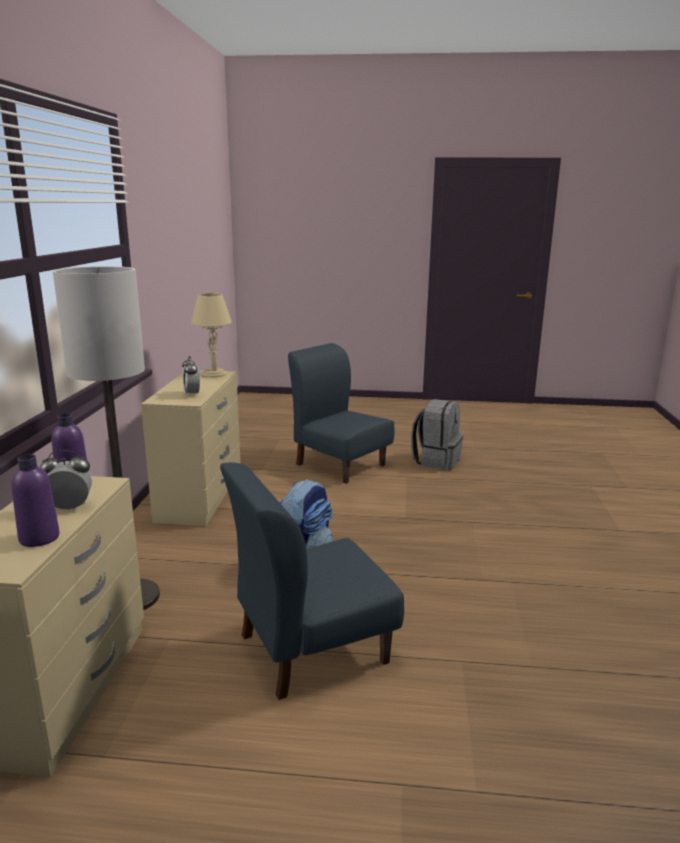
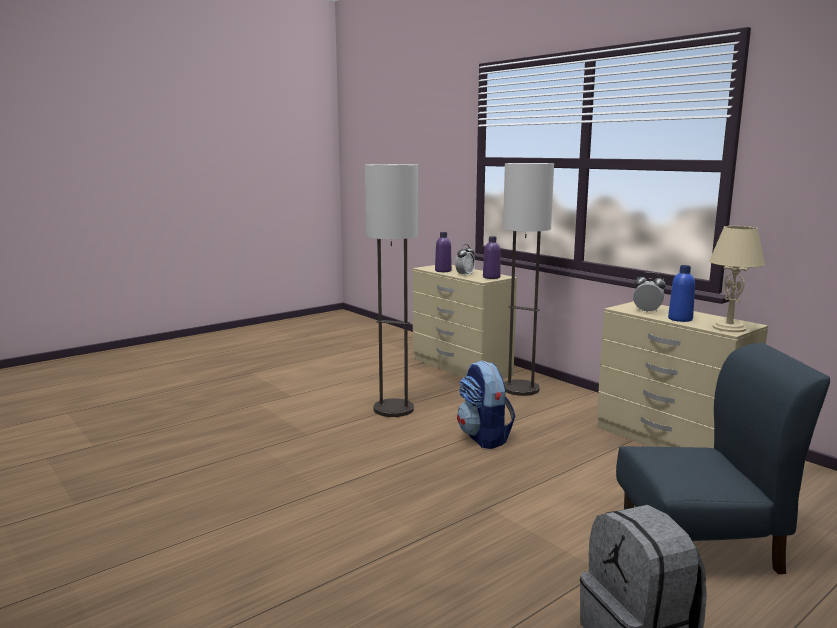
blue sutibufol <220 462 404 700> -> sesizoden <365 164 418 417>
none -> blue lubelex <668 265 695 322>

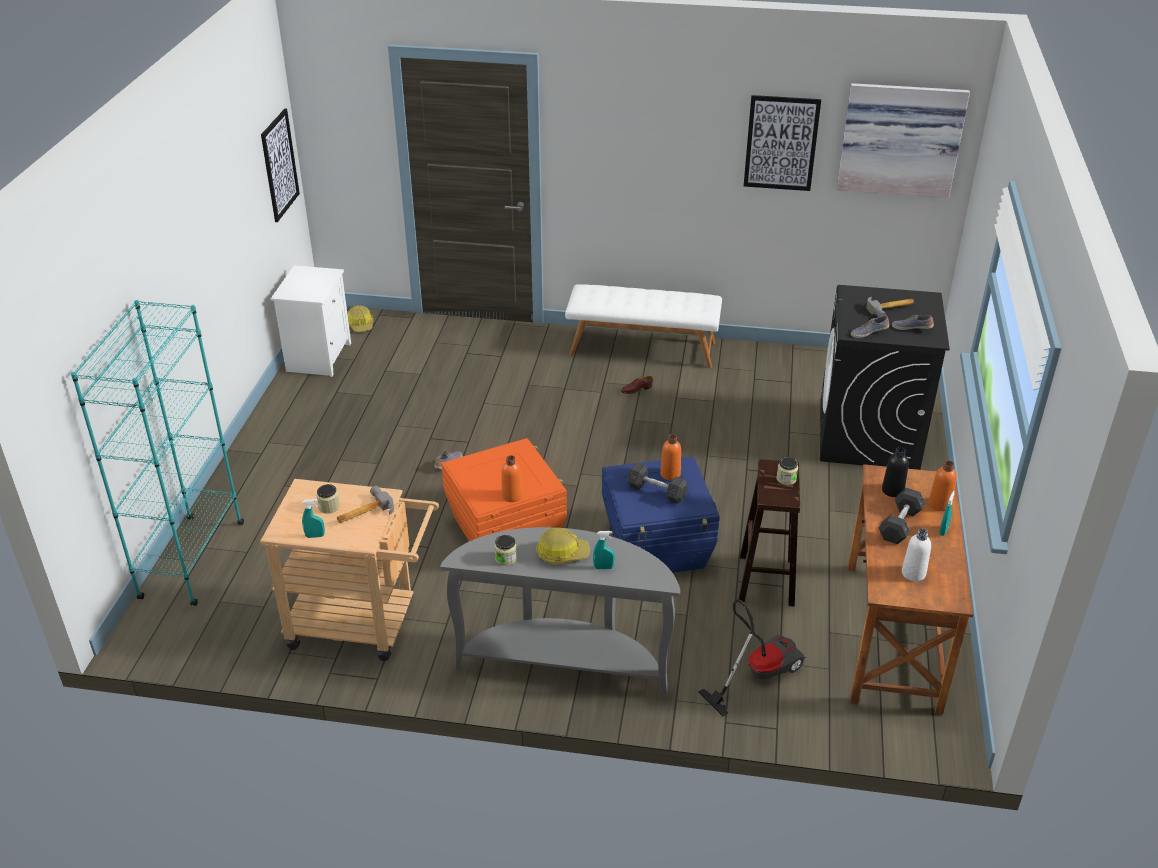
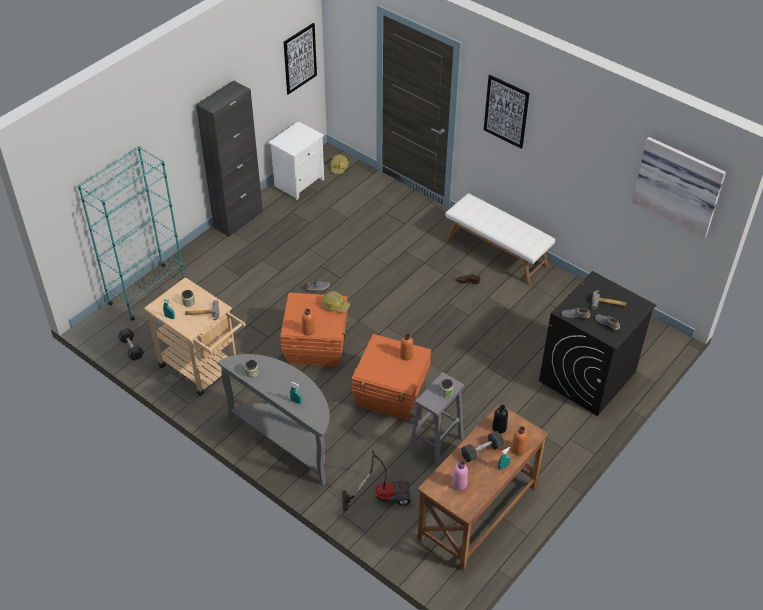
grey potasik <627 463 688 504> -> grey potasik <118 328 144 361>, moved
none -> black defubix <196 80 263 237>
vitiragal <536 528 590 564> -> vitiragal <322 291 350 313>, moved
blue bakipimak <602 456 720 573> -> orange bakipimak <352 334 431 420>
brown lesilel <739 459 800 606> -> grey lesilel <409 372 464 467>
white lubelex <902 528 931 581> -> pink lubelex <452 461 468 490>
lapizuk <744 95 821 191> -> lapizuk <484 75 530 149>, moved

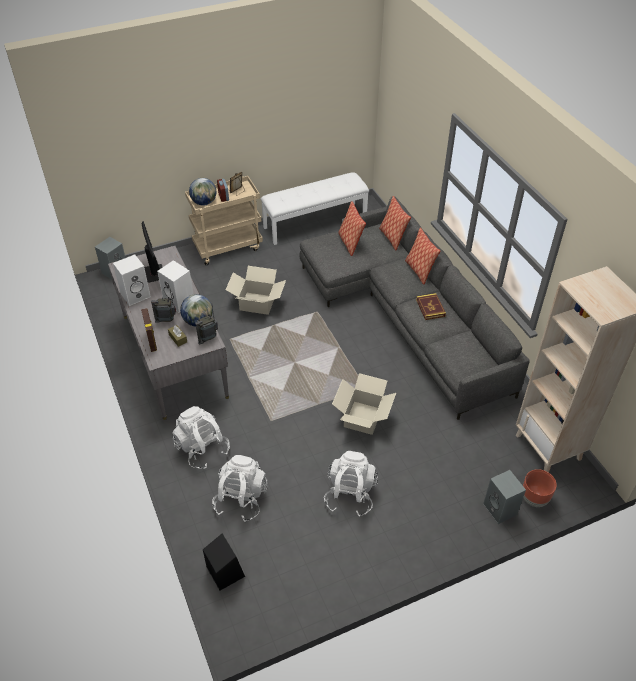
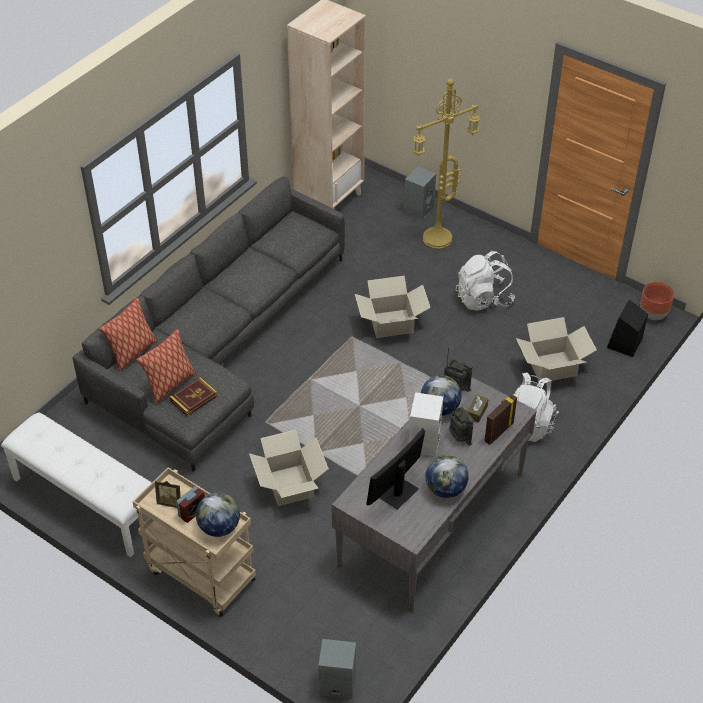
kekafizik <416 293 446 320> -> kekafizik <170 377 218 416>, moved
none -> yellow sesizoden <413 78 480 249>
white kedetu <113 255 151 306> -> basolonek <425 455 469 498>
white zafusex <212 455 268 522> -> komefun <516 317 597 381>
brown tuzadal <523 469 557 507> -> brown tuzadal <640 282 674 320>, moved
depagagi <405 228 441 285> -> none

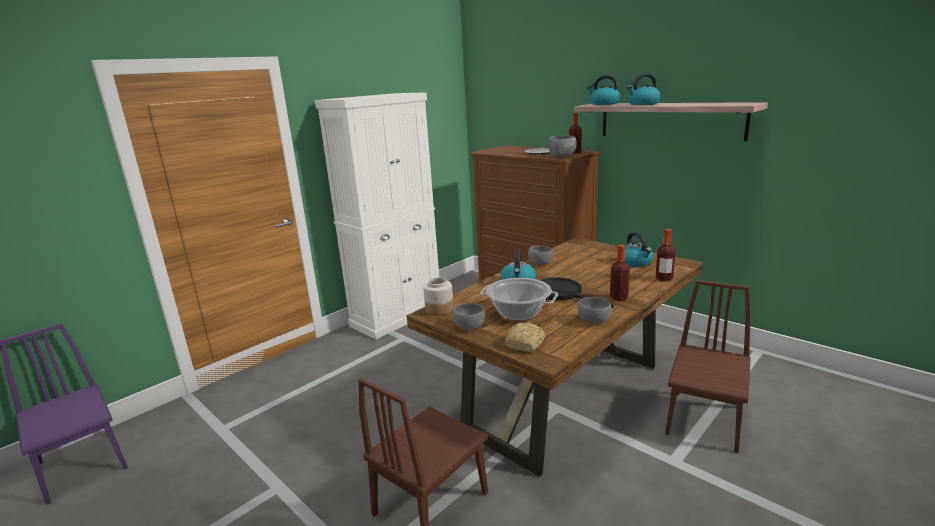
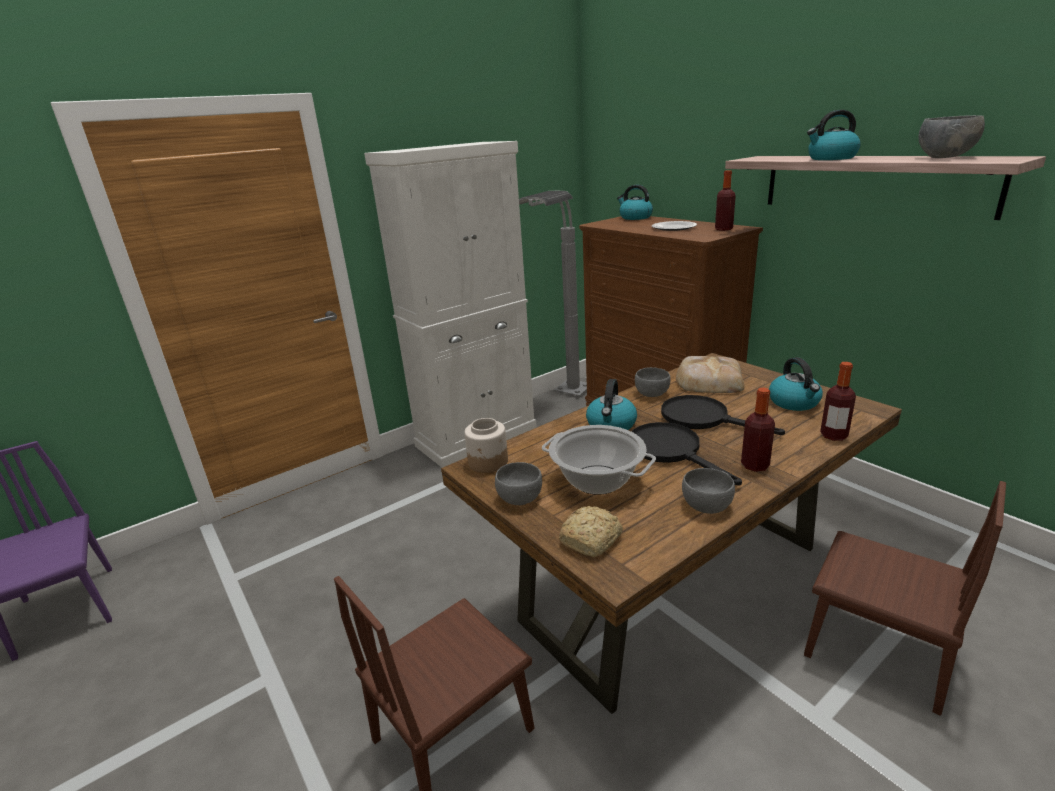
none -> grey sesizoden <519 191 587 396>
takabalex <587 75 620 105> -> takabalex <617 185 653 220>, moved
none -> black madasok <661 395 785 435>
none -> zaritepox <676 356 745 393>
brown sutibufol <665 280 751 453> -> brown sutibufol <804 481 1006 716>, 90 degrees clockwise
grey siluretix <548 136 577 158> -> grey siluretix <918 115 985 158>, moved

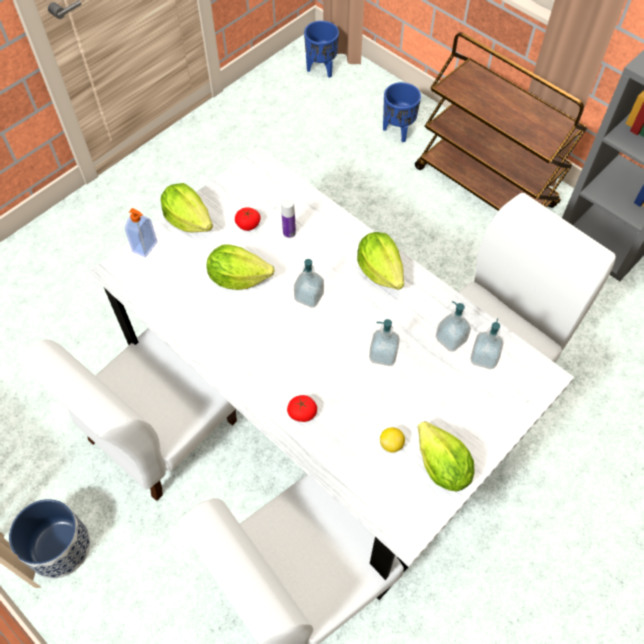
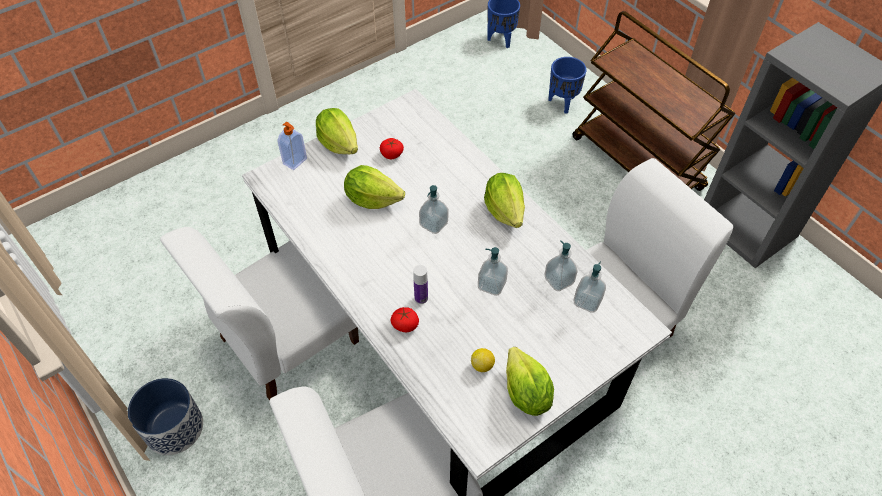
lubelex <281 198 296 238> -> lubelex <413 265 428 304>, moved

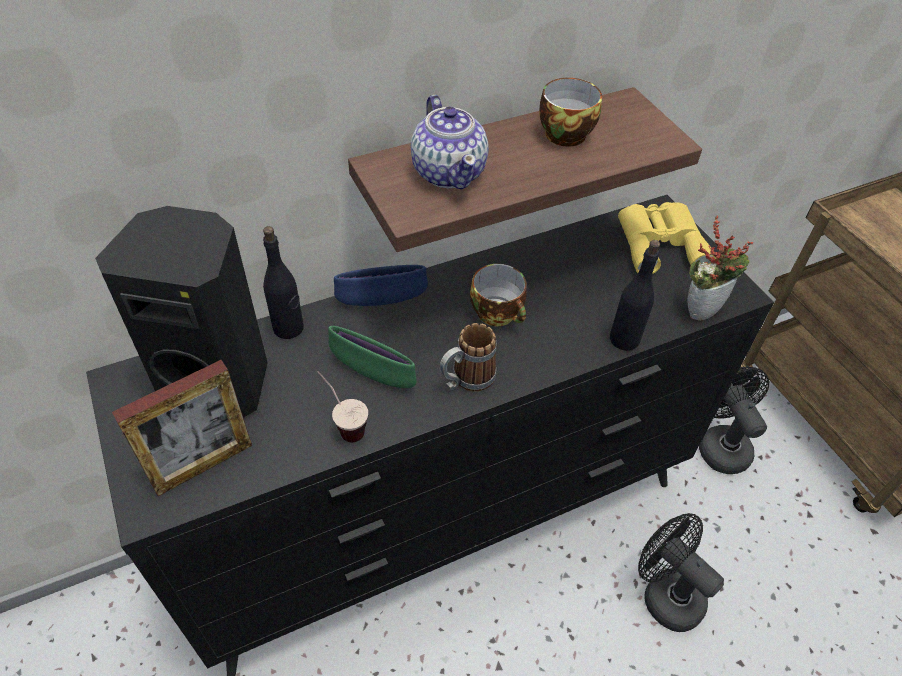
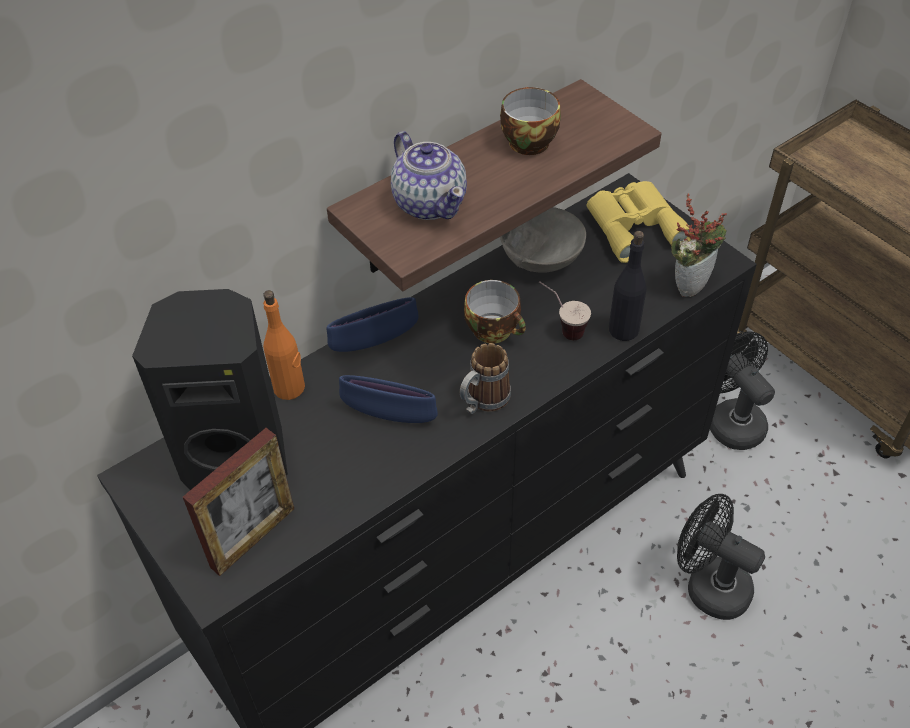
black lubelex <263 226 304 339> -> orange lubelex <263 290 305 400>
green siluretix <328 326 416 388> -> blue siluretix <339 375 438 423>
none -> grey siluretix <500 207 586 273>
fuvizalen <317 371 368 442> -> fuvizalen <539 281 591 340>, moved

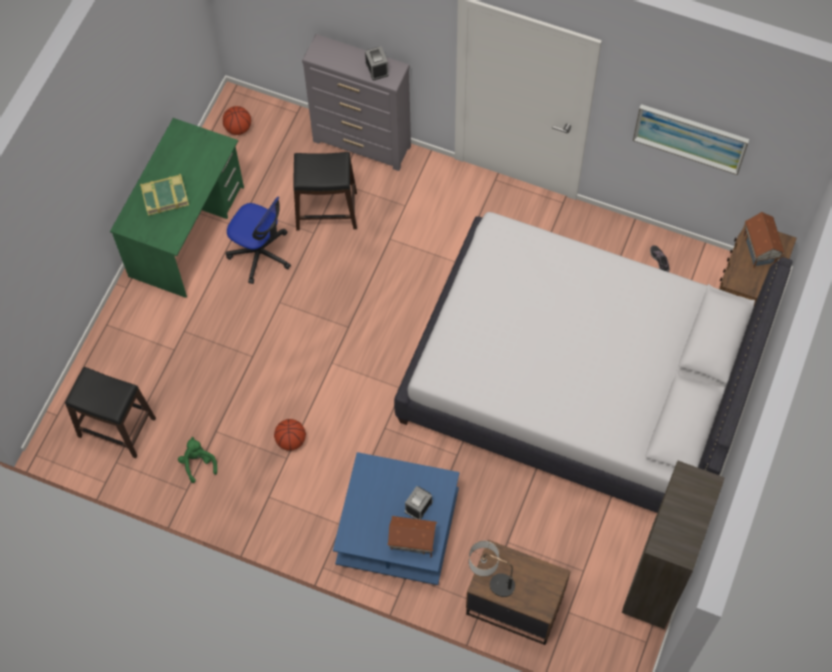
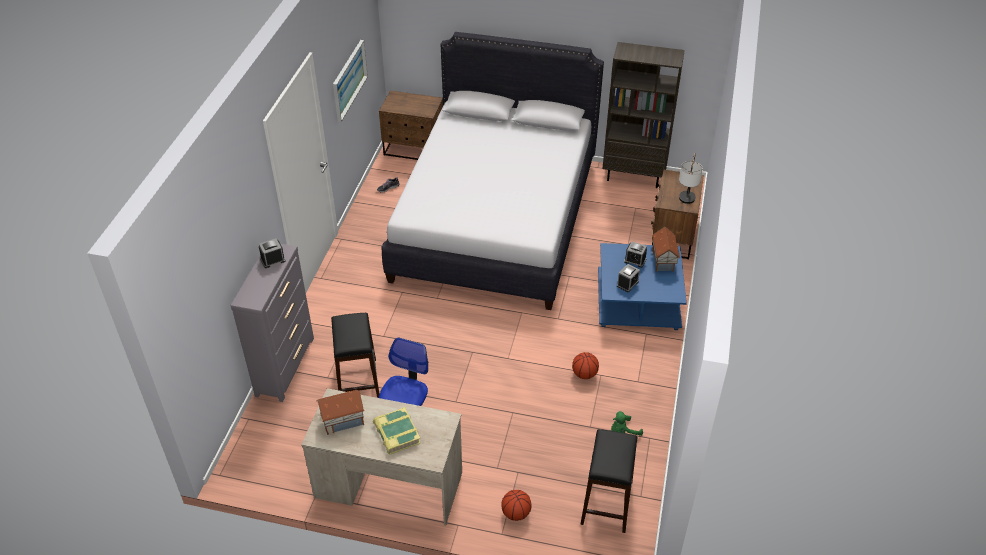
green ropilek <110 118 244 298> -> beige ropilek <301 388 462 525>
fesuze <744 212 785 268> -> fesuze <316 390 365 435>, moved
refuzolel <223 106 251 135> -> refuzolel <501 490 531 521>, moved
none -> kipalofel <617 264 640 292>

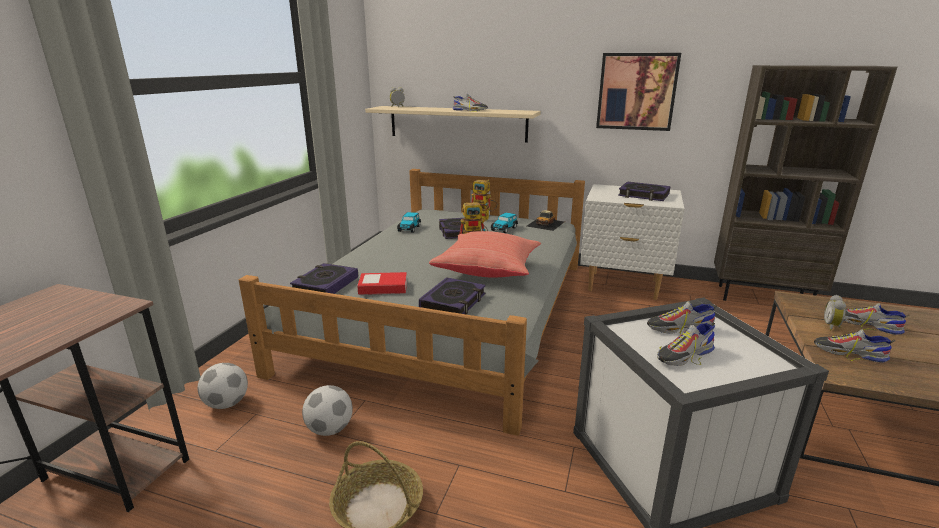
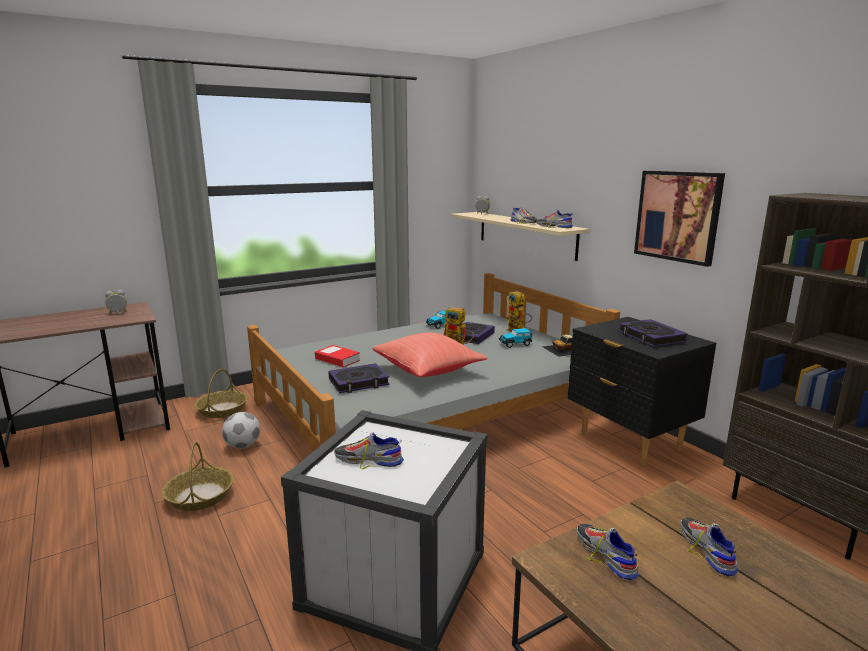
kipalofel <824 295 846 331> -> kipalofel <105 290 127 315>, moved
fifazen <198 363 248 409> -> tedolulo <195 369 248 418>
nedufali <647 301 718 334> -> nedufali <536 210 573 228>, moved
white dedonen <580 184 684 300> -> black dedonen <568 317 716 466>
kekafizik <290 263 358 294> -> none

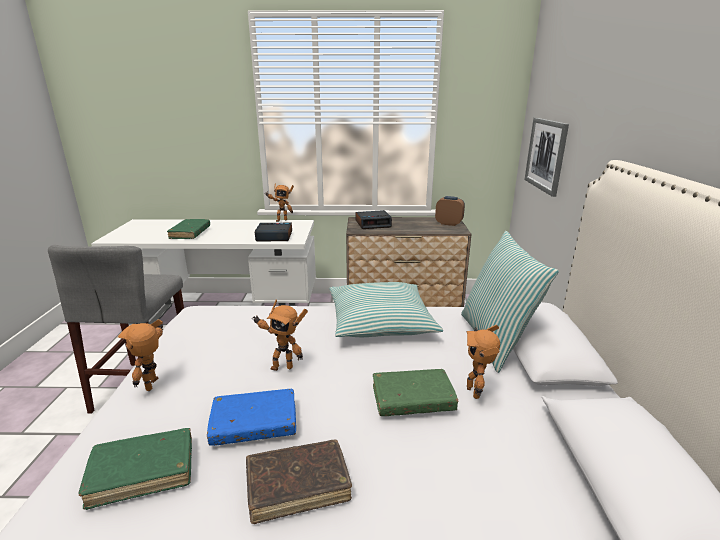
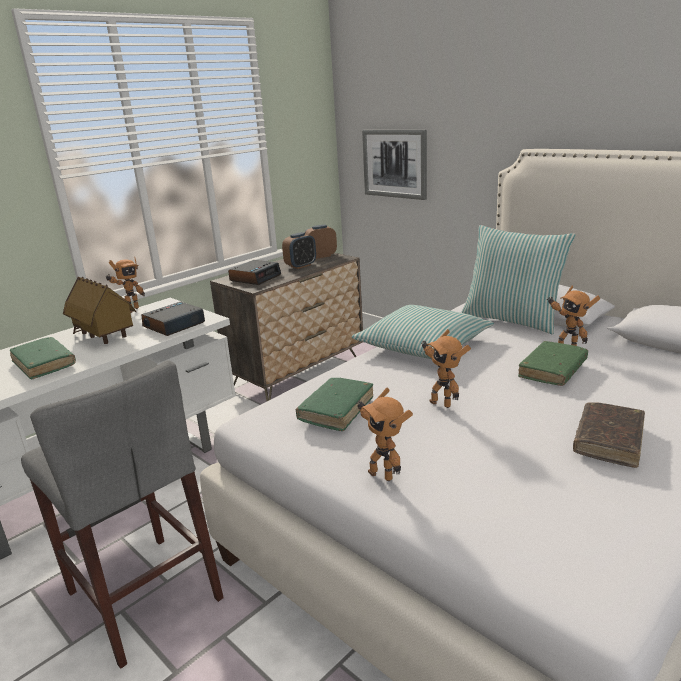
none -> fesuze <63 277 136 344>
none -> kipalofel <282 232 316 269>
green kekafizik <79 428 192 510> -> green kekafizik <296 378 373 431>, moved
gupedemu <252 299 308 371> -> gupedemu <421 329 471 408>, 90 degrees clockwise
blue kekafizik <207 389 296 446> -> none

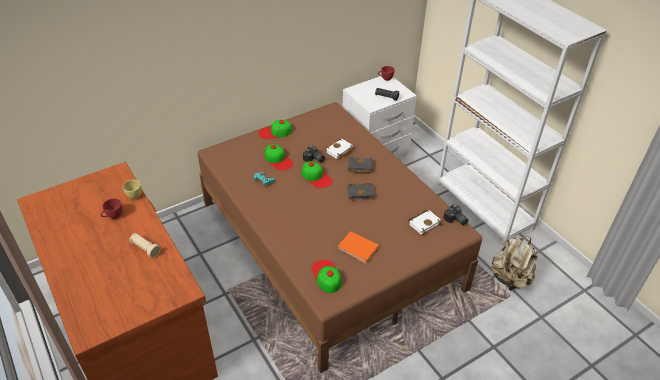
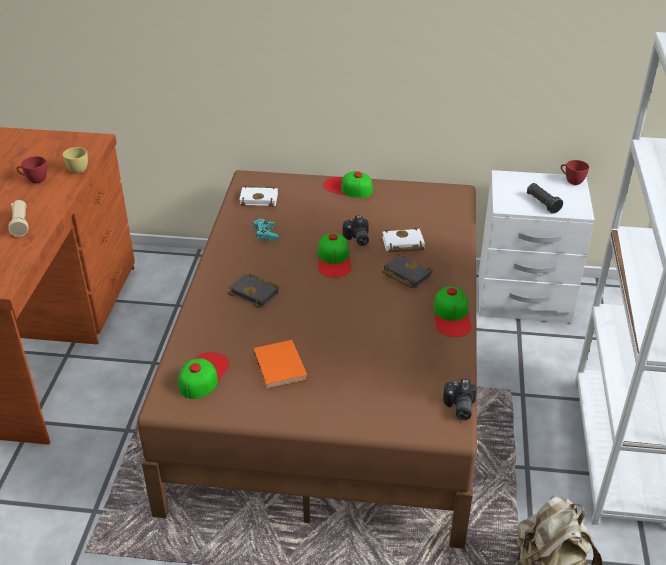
black kekafizik <347 183 375 200> -> black kekafizik <227 274 279 308>, moved
white kekafizik <408 210 442 235> -> white kekafizik <239 186 278 207>, moved
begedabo <265 144 294 171> -> begedabo <433 286 472 337>, moved

